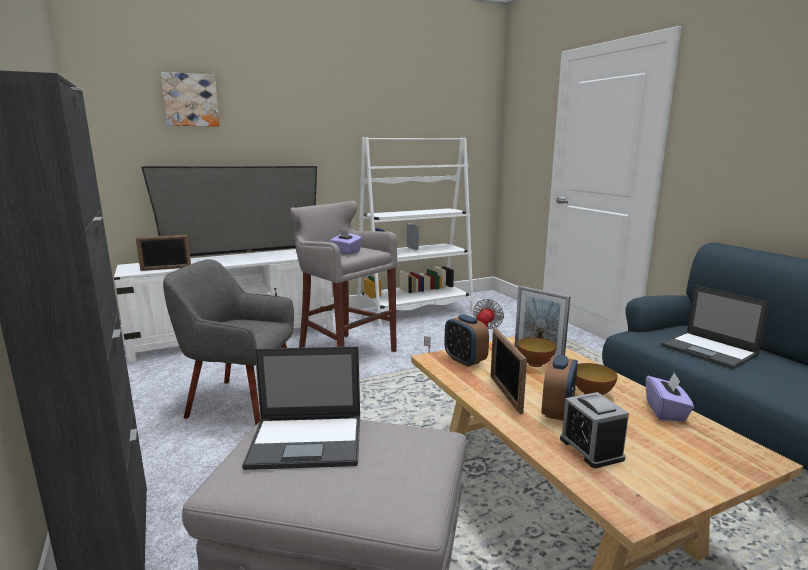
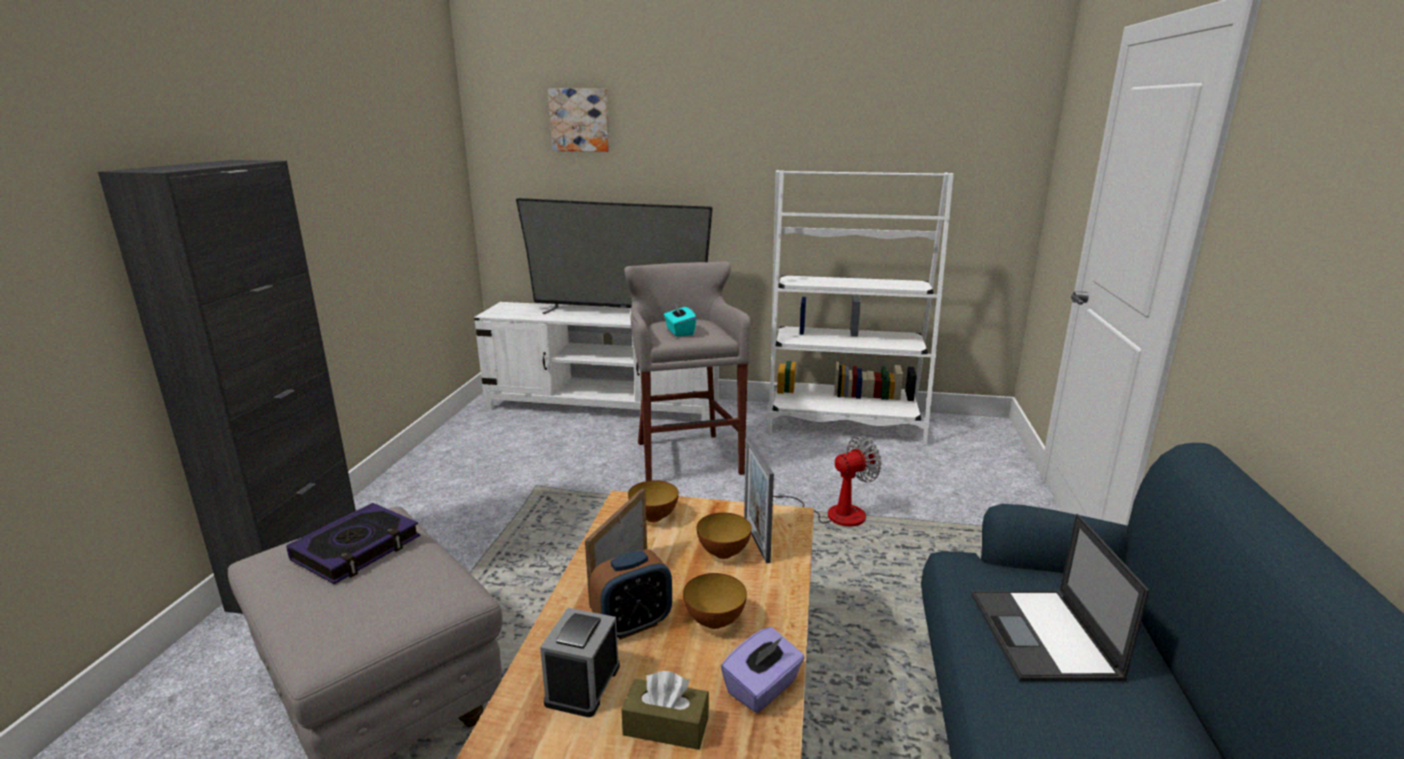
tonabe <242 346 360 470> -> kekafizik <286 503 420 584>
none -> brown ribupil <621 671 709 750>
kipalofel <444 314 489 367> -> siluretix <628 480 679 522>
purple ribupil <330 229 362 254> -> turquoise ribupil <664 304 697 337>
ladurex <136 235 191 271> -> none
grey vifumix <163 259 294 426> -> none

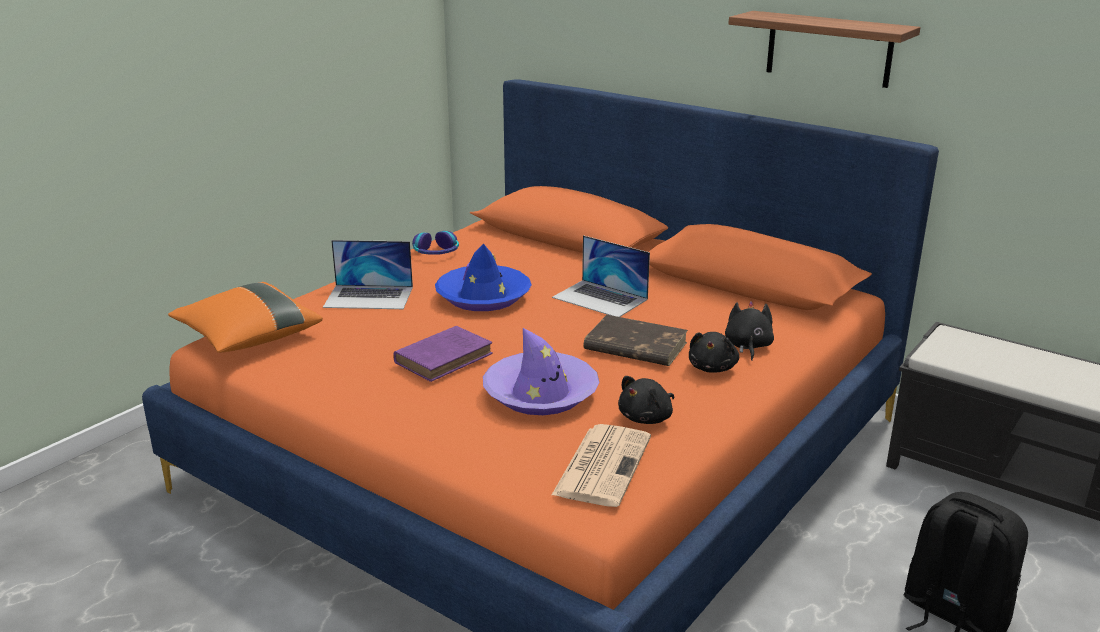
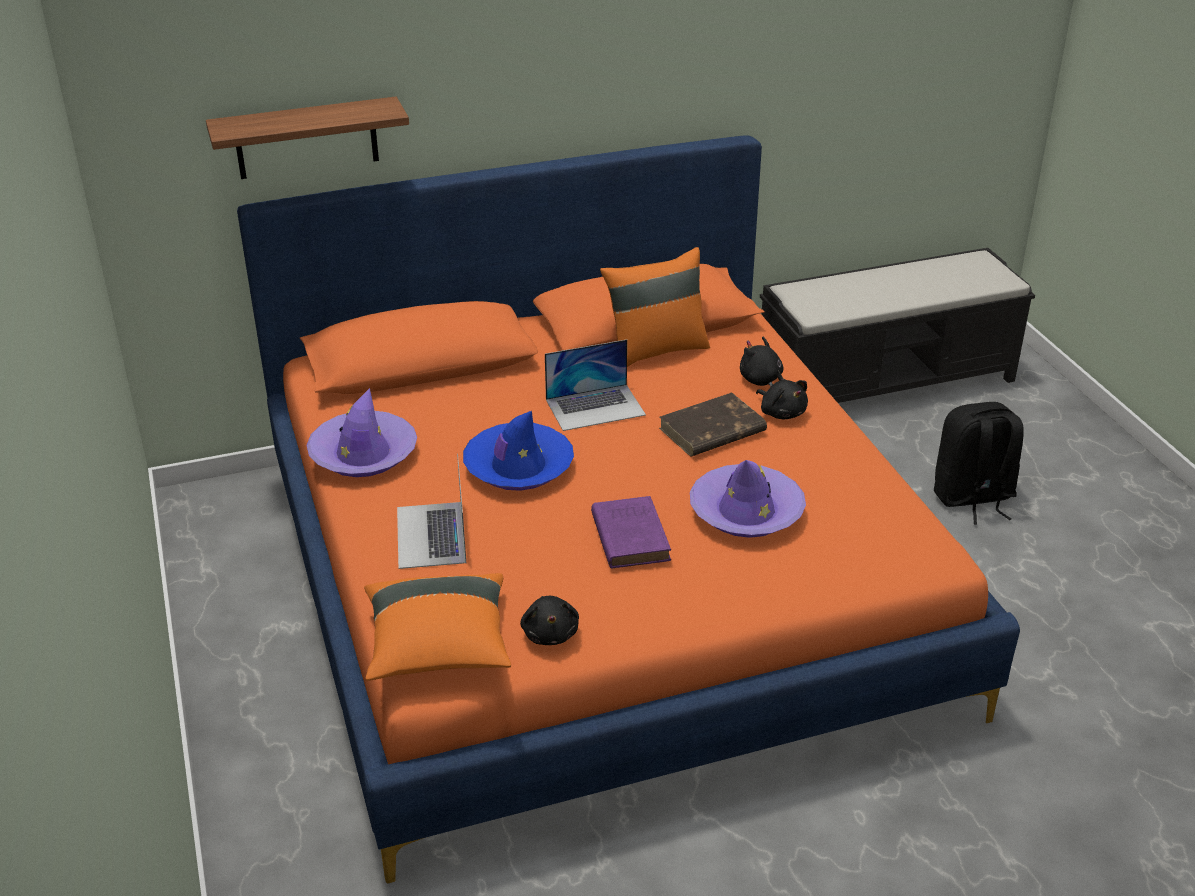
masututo <729 11 920 88> -> masututo <206 97 409 179>, moved
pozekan <412 231 459 255> -> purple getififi <306 388 417 477>
tonabe <323 240 413 309> -> tonabe <397 454 466 569>, 135 degrees clockwise
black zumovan <618 376 674 424> -> black zumovan <520 596 579 645>, moved
none -> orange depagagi <600 247 710 367>
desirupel <552 424 651 507> -> none

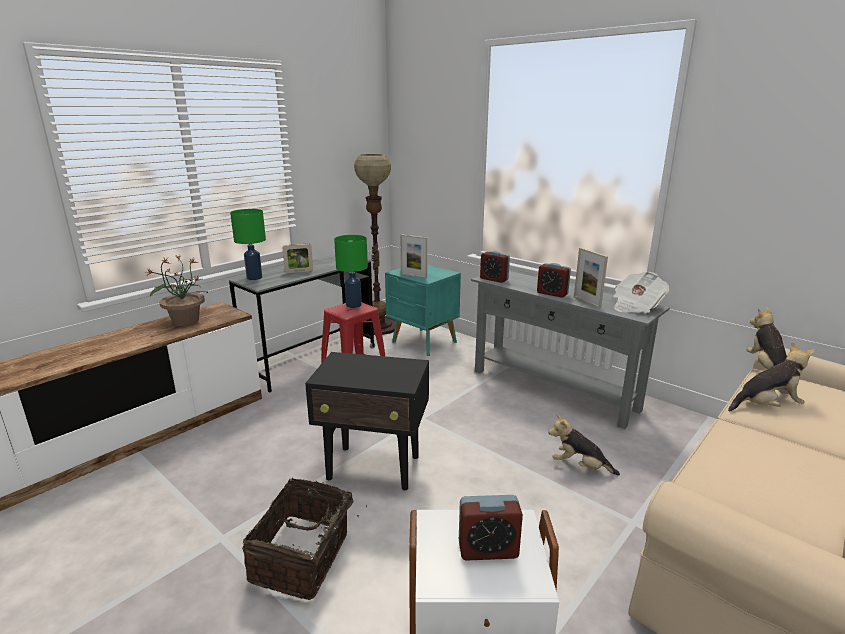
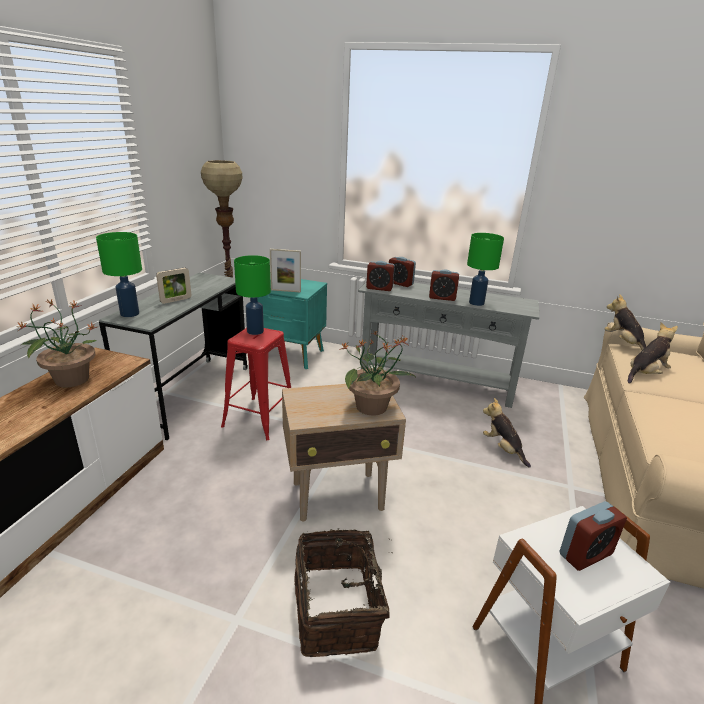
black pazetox <305 352 429 490> -> beige pazetox <282 384 406 522>
none -> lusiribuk <339 330 415 415>
none -> kipalofel <389 257 416 287>
ladurex <574 248 608 308> -> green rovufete <467 233 504 306>
zumovan <548 414 620 475> -> zumovan <483 398 531 468>, 60 degrees clockwise
desirupel <613 272 669 313> -> none

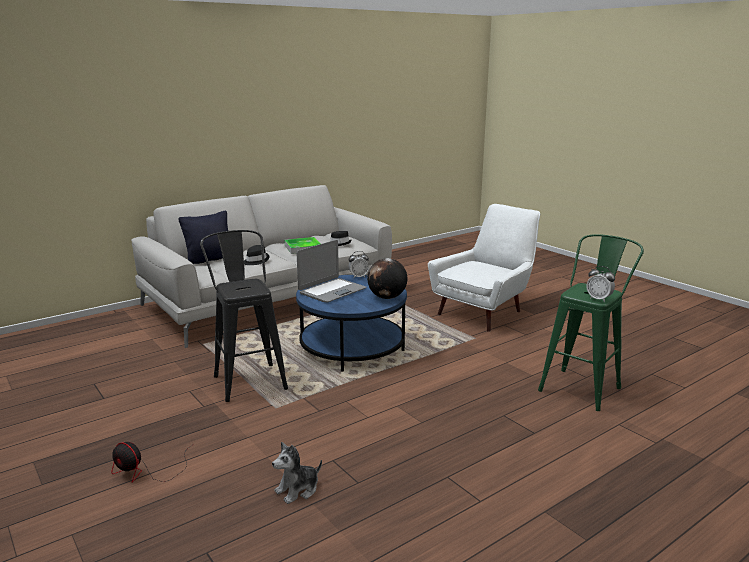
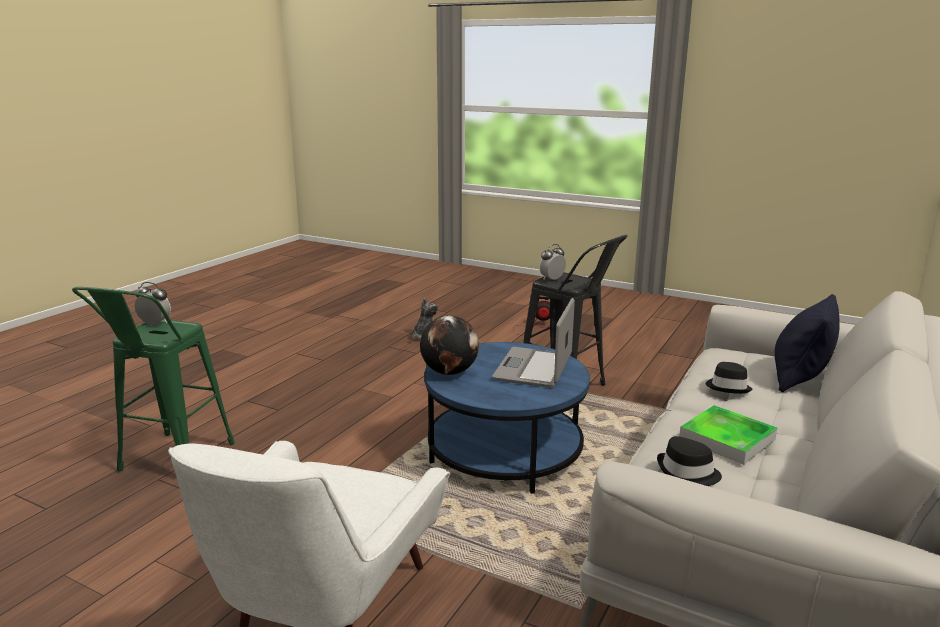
kipalofel <348 251 369 278> -> kipalofel <539 244 566 280>, moved

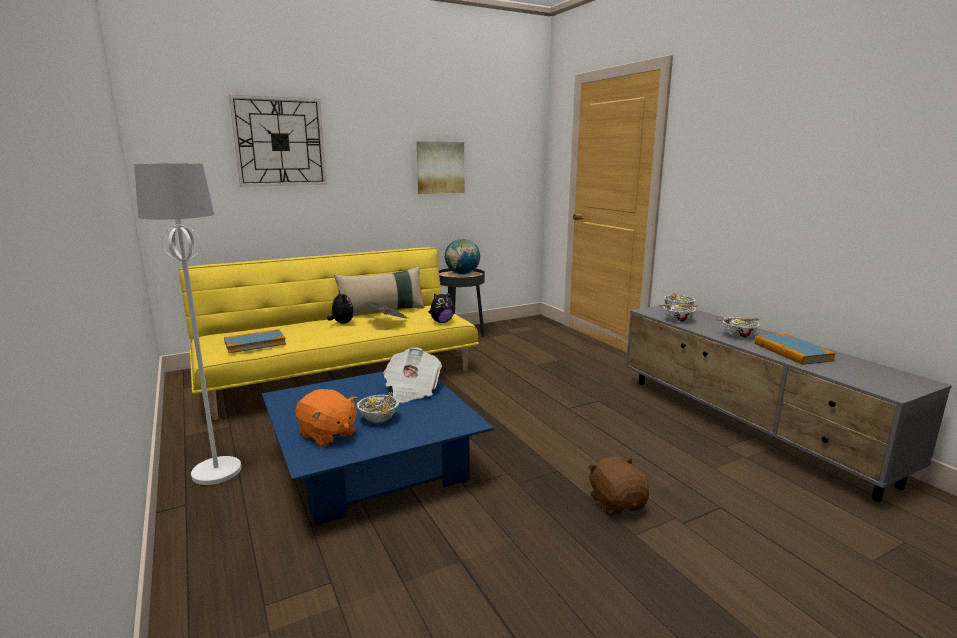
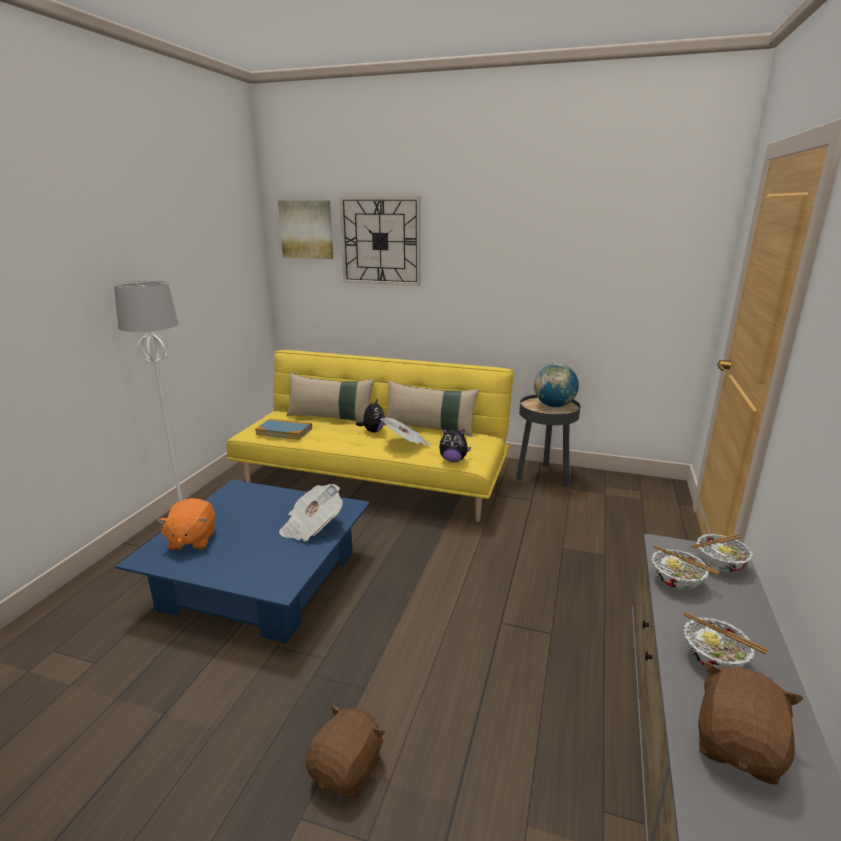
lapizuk <417 141 465 194> -> lapizuk <278 200 333 259>, moved
none -> beige depagagi <287 373 375 422>
kekafizik <754 334 836 365> -> brown zumovan <698 662 803 785>
siluretix <356 392 399 423> -> none

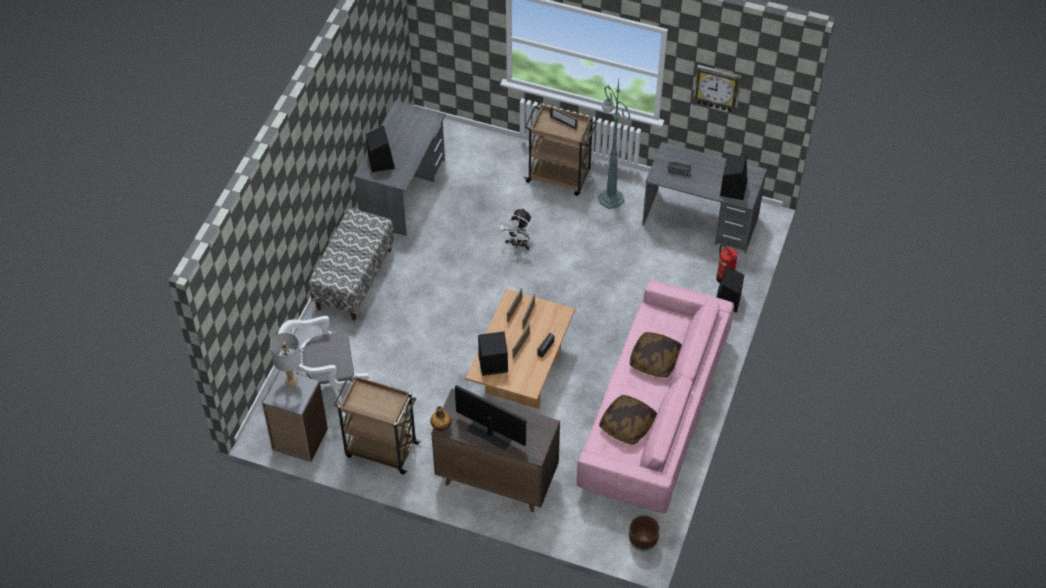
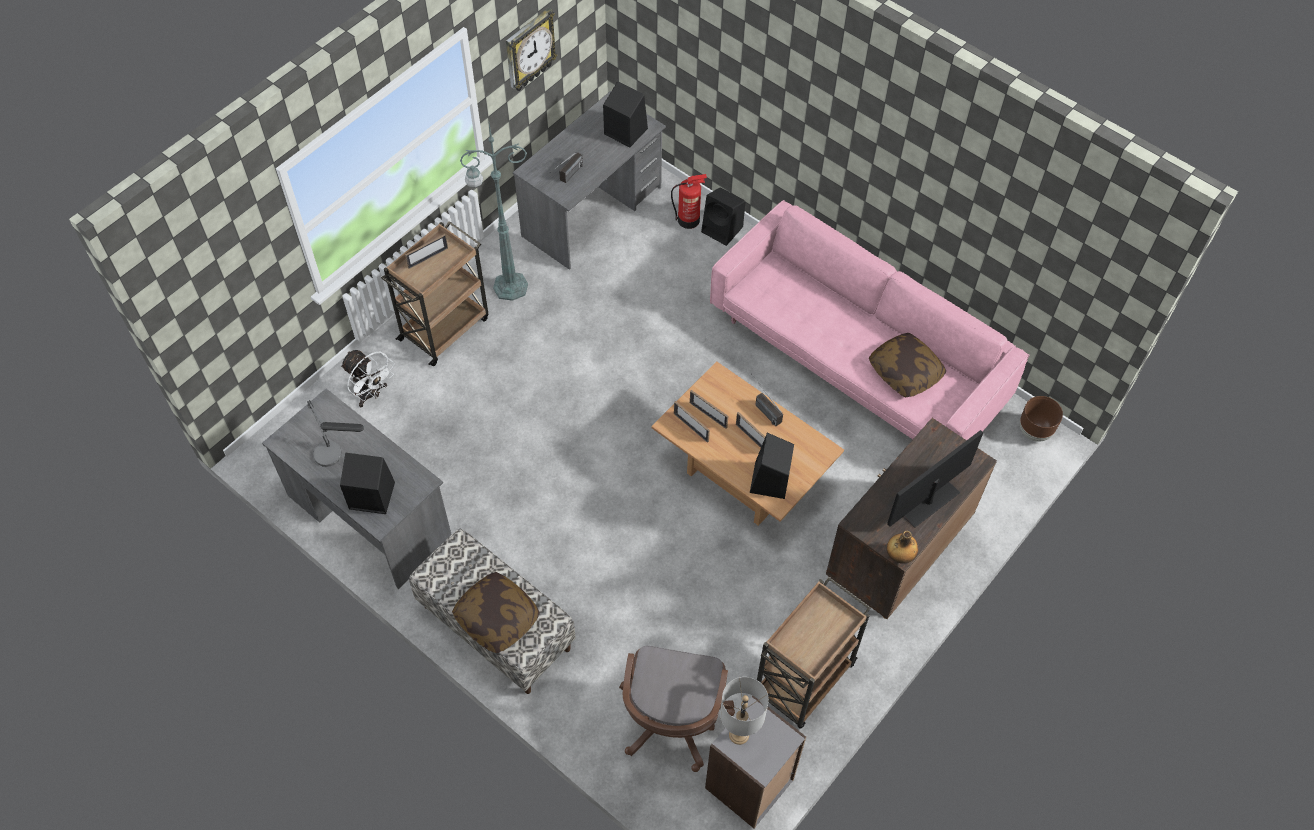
none -> rovufete <307 400 364 467>
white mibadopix <497 208 534 250> -> white mibadopix <340 350 395 407>, moved
depagagi <630 332 682 378> -> depagagi <452 572 540 653>, moved
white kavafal <278 316 370 417> -> brown kavafal <619 646 735 772>

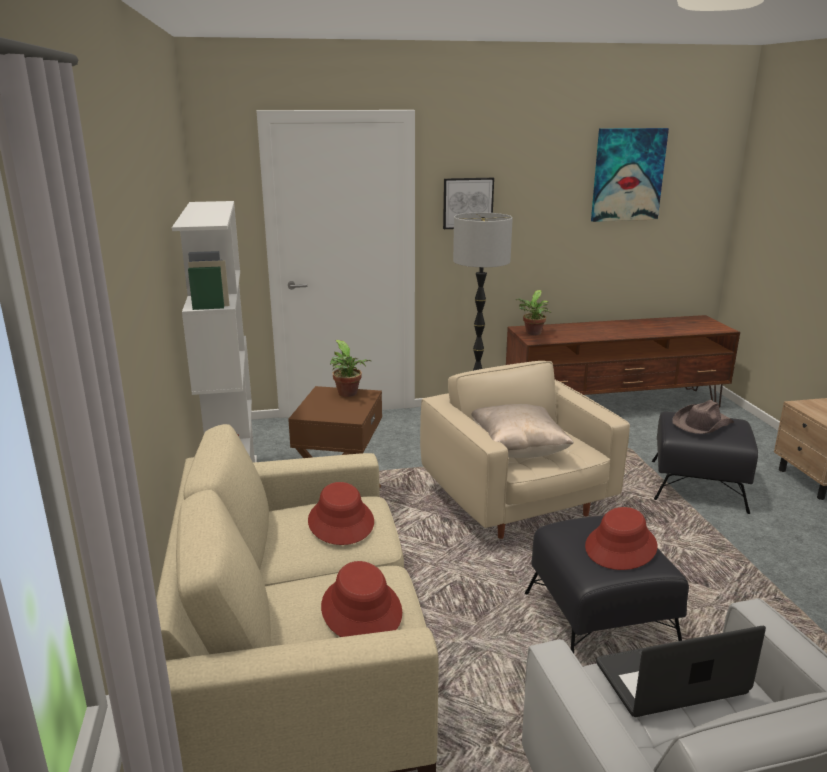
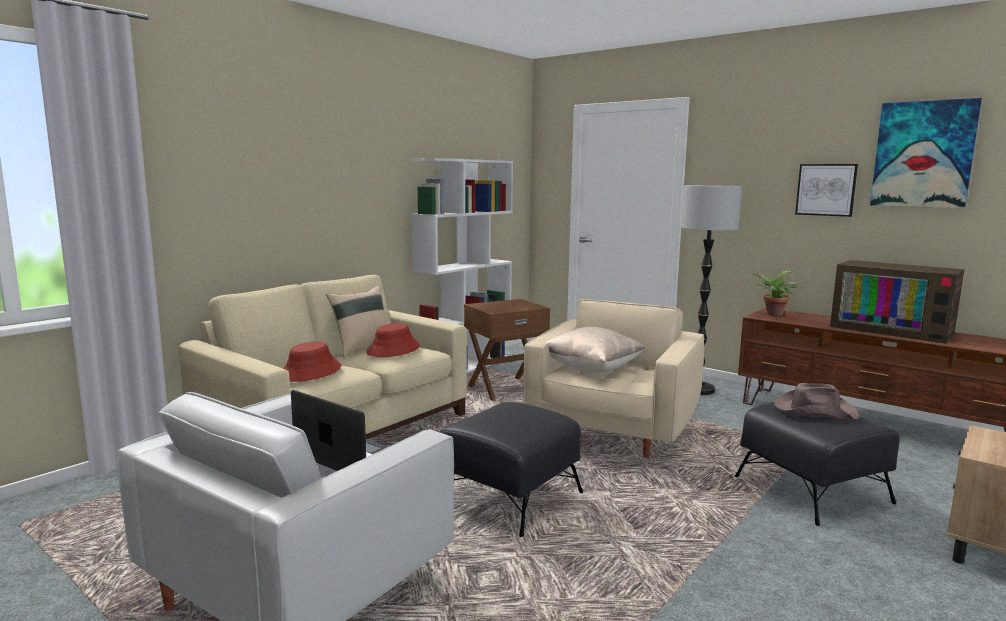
none -> beige depagagi <326 286 387 357>
lapizuk <443 178 494 229> -> lapizuk <795 164 858 217>, moved
none -> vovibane <830 260 964 344>
lusiribuk <330 340 372 397> -> none
red getififi <585 507 658 570> -> none

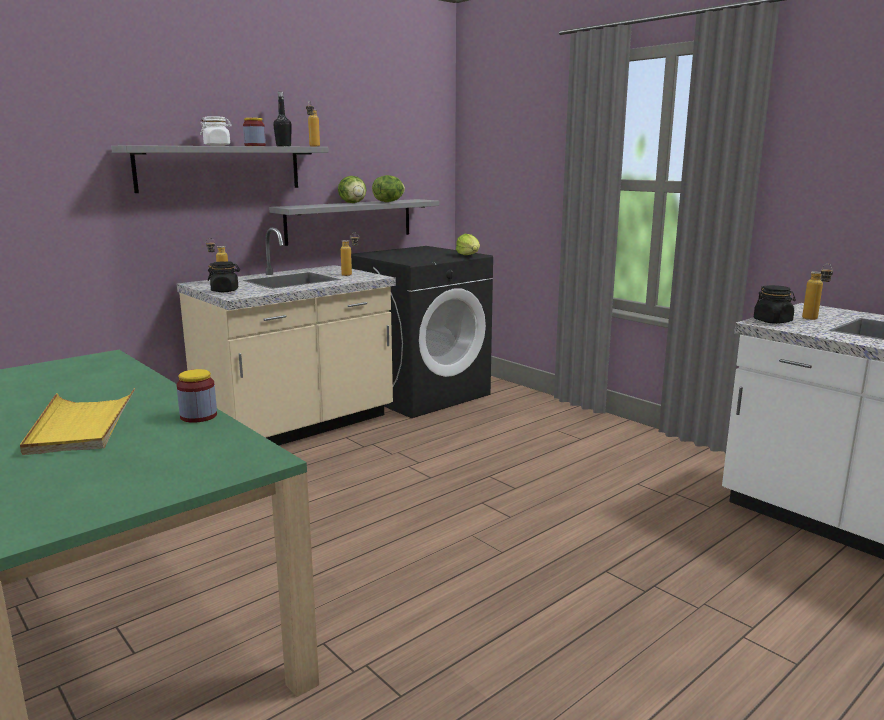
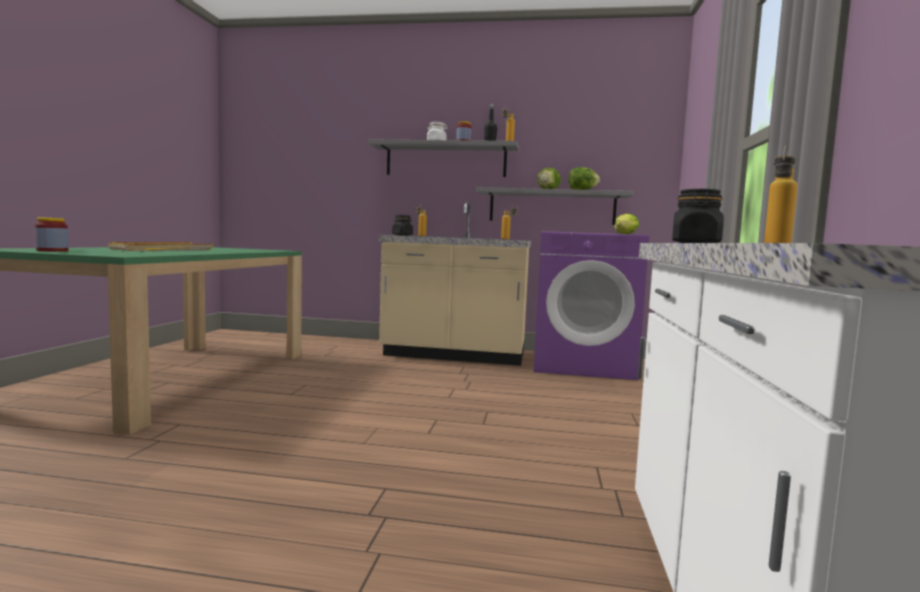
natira <177 369 217 423> -> natira <35 217 69 252>, moved
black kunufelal <351 246 493 418> -> purple kunufelal <533 231 649 380>

